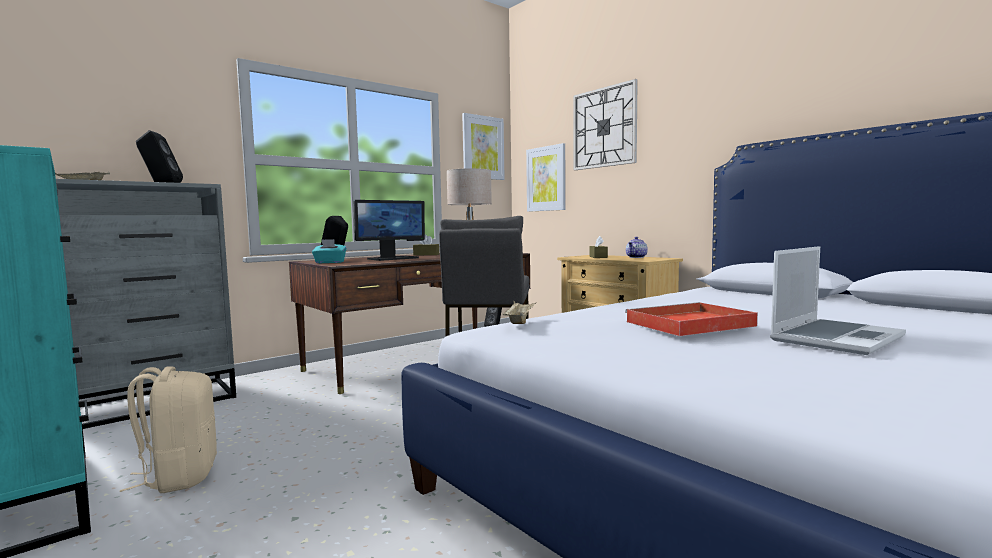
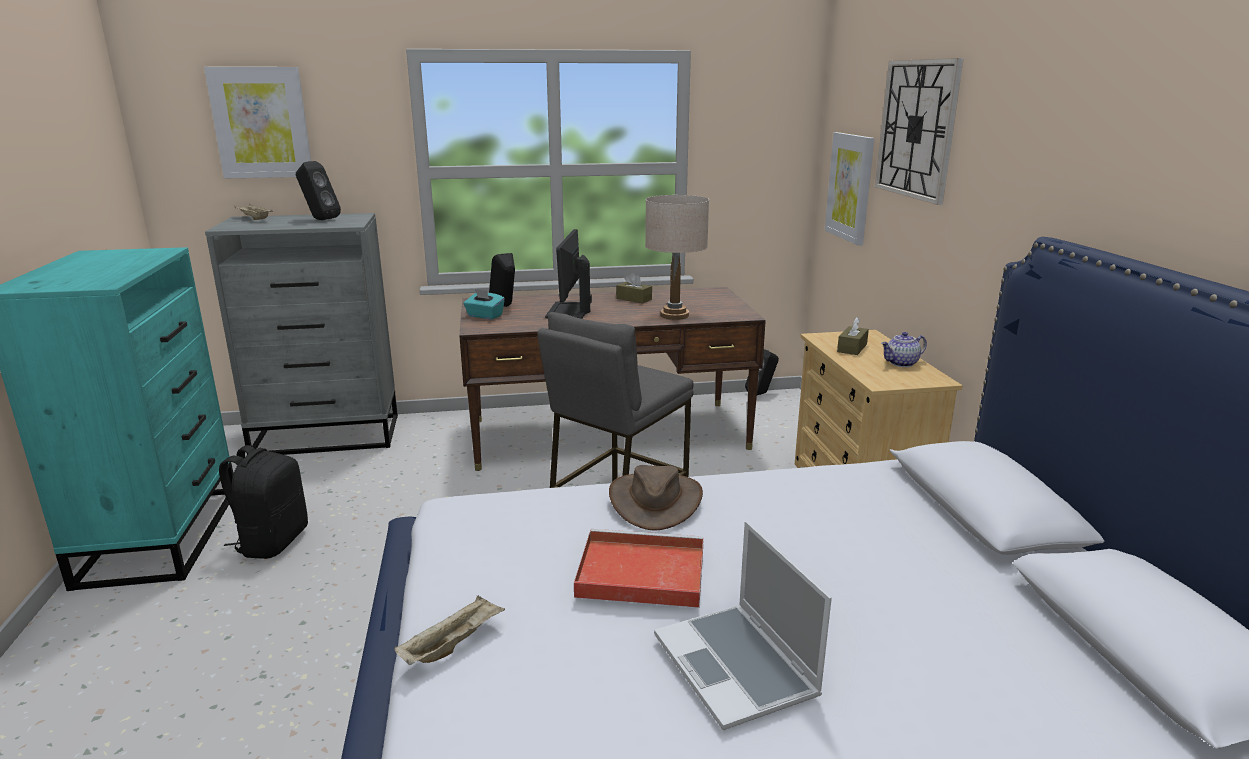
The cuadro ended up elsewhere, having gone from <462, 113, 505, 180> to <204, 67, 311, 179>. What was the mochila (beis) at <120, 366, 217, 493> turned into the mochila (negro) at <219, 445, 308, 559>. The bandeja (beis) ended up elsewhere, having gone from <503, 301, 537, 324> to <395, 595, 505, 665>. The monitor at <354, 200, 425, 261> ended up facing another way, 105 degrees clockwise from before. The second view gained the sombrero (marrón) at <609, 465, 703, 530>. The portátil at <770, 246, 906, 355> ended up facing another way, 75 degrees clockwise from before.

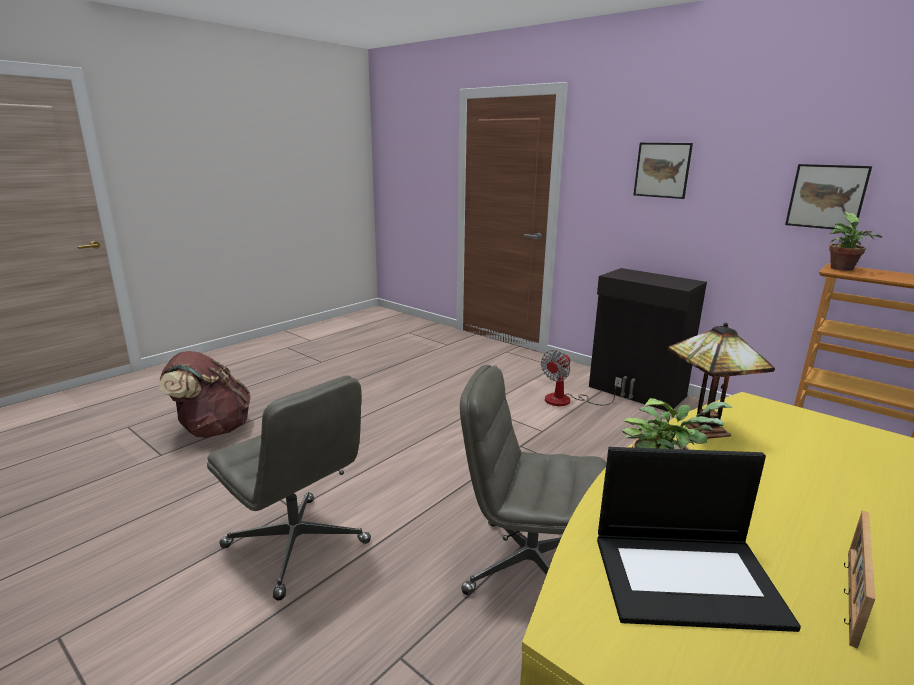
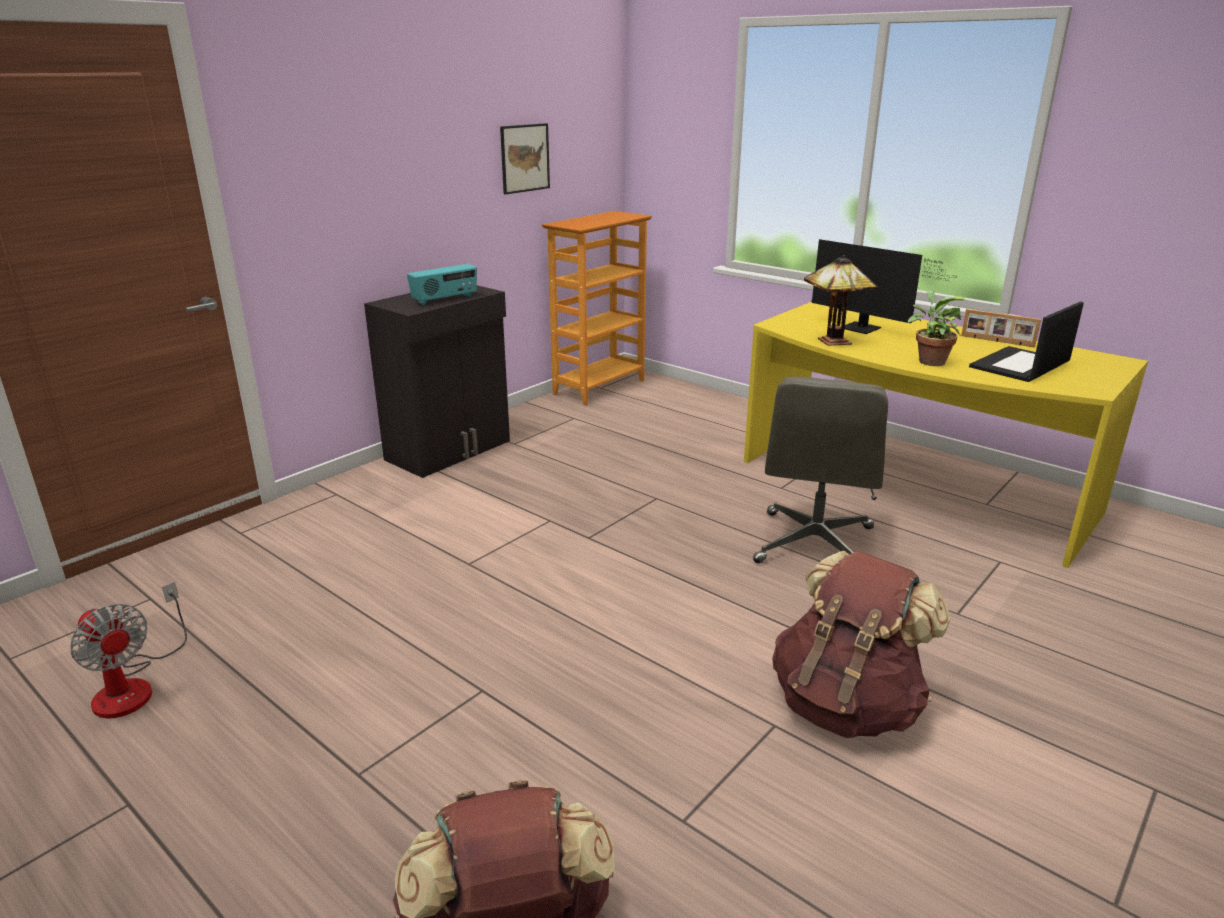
The ventilador ended up elsewhere, having gone from <541, 350, 622, 406> to <70, 582, 187, 719>. The second view gained the radio at <407, 264, 477, 306>. Where the silla de oficina (gris) stood at <207, 375, 371, 601>, the mochila (marrón) came to stand at <772, 551, 950, 738>. The second view gained the monitor at <811, 239, 956, 334>. The portátil at <597, 447, 801, 632> ended up facing another way, 135 degrees counterclockwise from before. The second view lost the cuadro at <634, 143, 693, 199>. The second view lost the planta en maceta at <829, 212, 882, 271>.

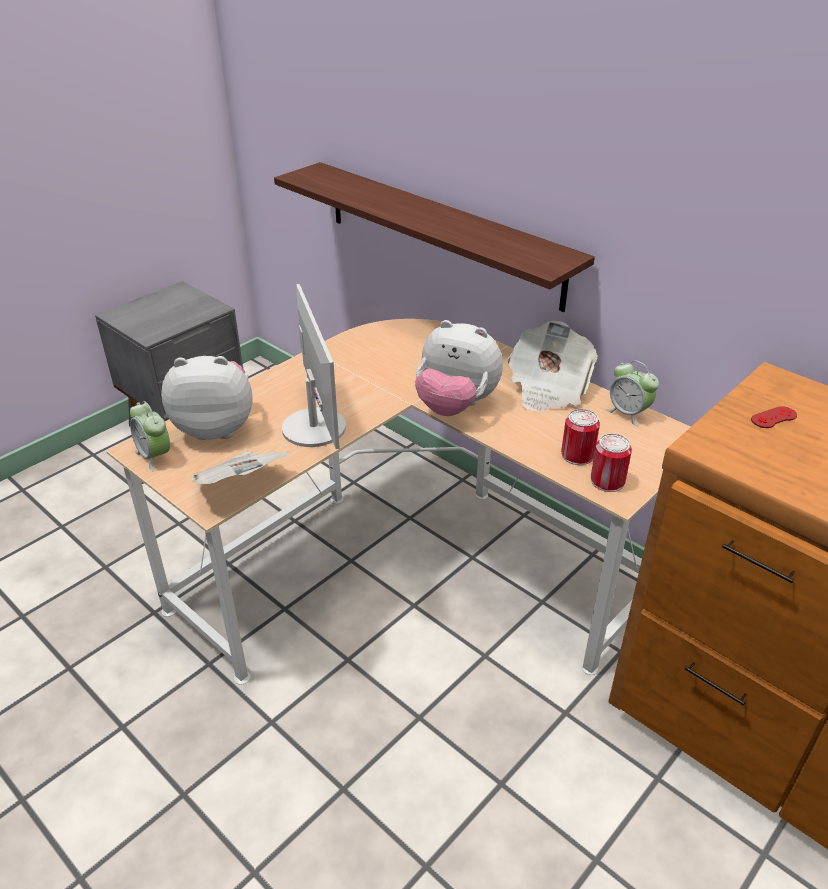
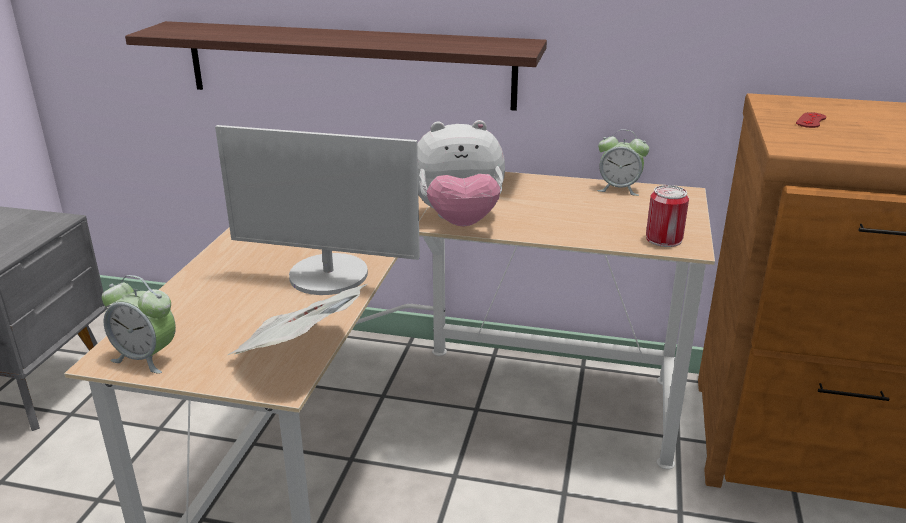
The monitor at <282, 284, 346, 449> ended up facing another way, 150 degrees clockwise from before. The second view lost the peluche at <161, 356, 253, 440>. The second view lost the periódico at <508, 321, 597, 411>. The second view lost the lata at <561, 409, 600, 465>.

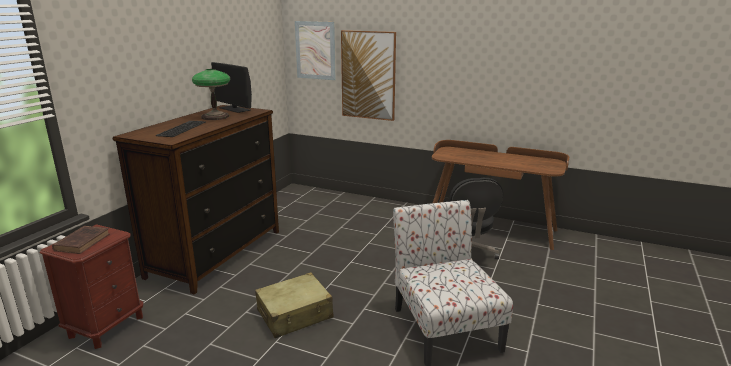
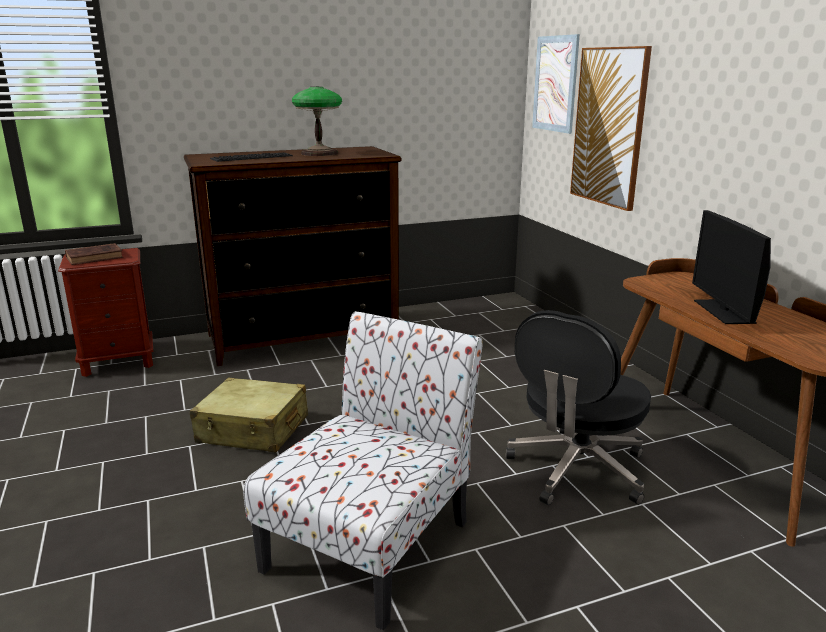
The monitor ended up elsewhere, having gone from <211, 62, 252, 113> to <692, 210, 771, 324>.

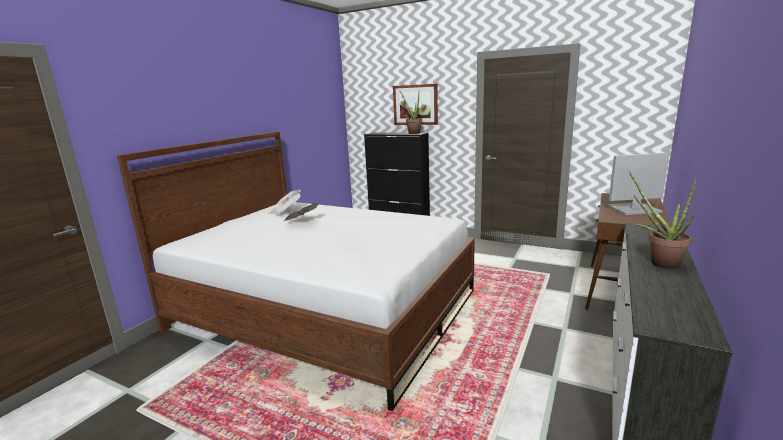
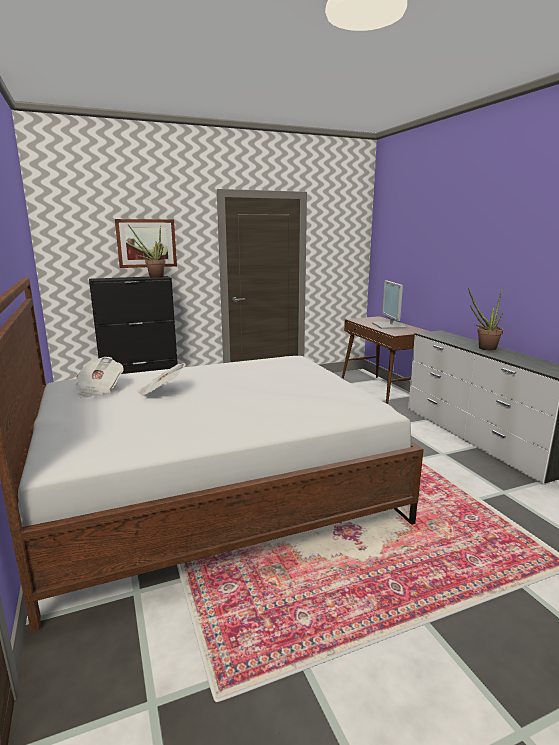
The monitor at <606, 153, 670, 215> ended up facing another way, 45 degrees counterclockwise from before.

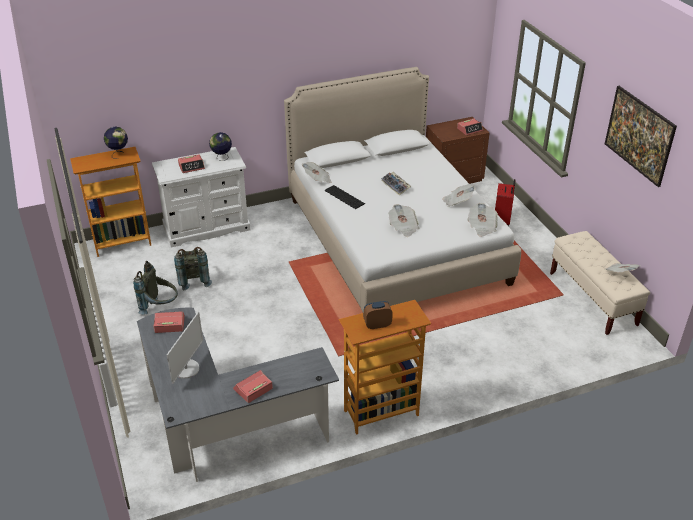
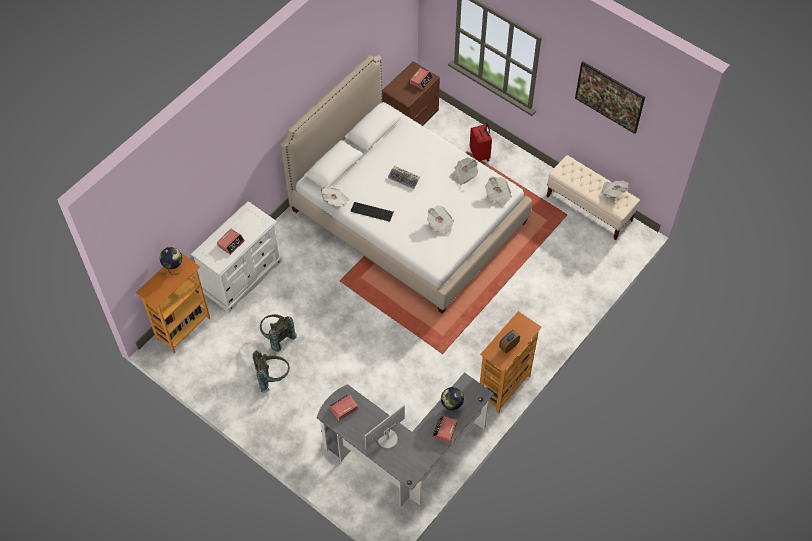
The monitor at <167, 312, 203, 384> ended up facing another way, 120 degrees counterclockwise from before. The globo terráqueo ended up elsewhere, having gone from <209, 132, 232, 161> to <441, 387, 464, 411>.

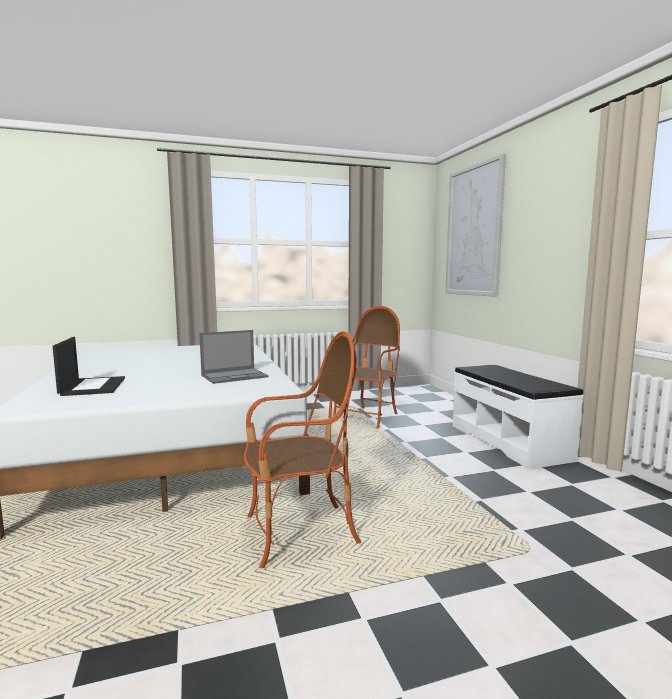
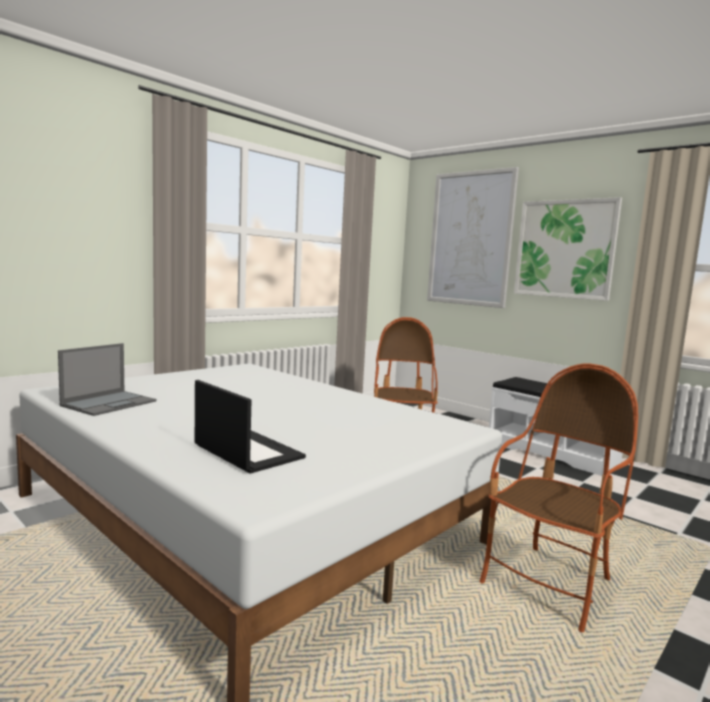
The portátil ended up elsewhere, having gone from <199, 330, 269, 384> to <58, 343, 156, 416>. The second view gained the cuadro at <514, 197, 622, 301>.

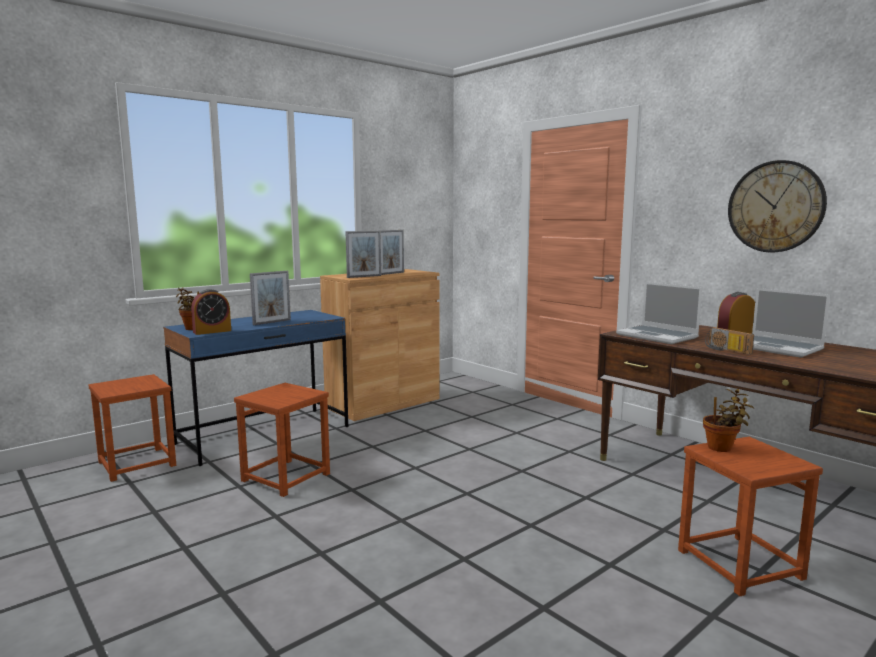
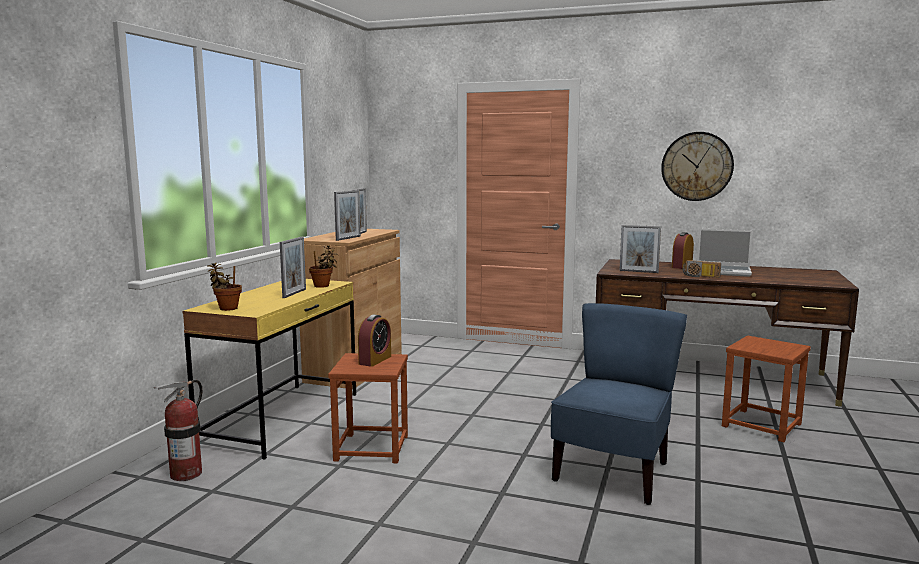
Where the taburete (marrón) stood at <88, 374, 176, 482>, the extintor came to stand at <154, 380, 202, 481>. What was the escritorio (azul) at <163, 310, 348, 466> turned into the escritorio (amarillo) at <182, 279, 356, 459>. The planta en maceta ended up elsewhere, having gone from <703, 389, 754, 452> to <309, 245, 338, 288>. The despertador ended up elsewhere, having gone from <191, 289, 231, 335> to <358, 314, 391, 367>. The second view gained the silla (azul) at <551, 303, 687, 505>. Where the portátil stood at <616, 282, 702, 344>, the portarretratos came to stand at <619, 225, 661, 273>.

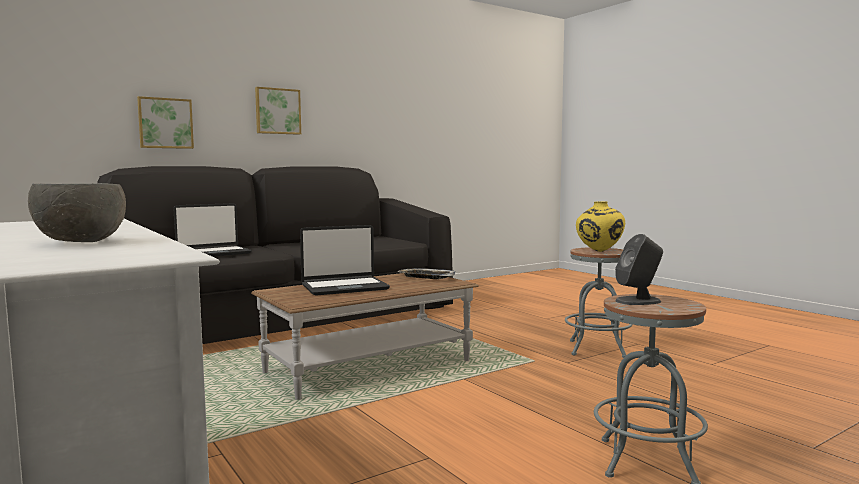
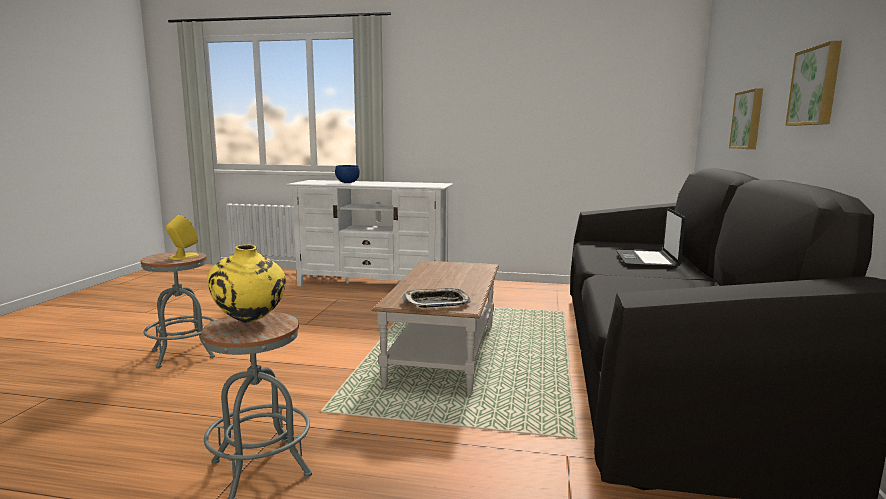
What was the altavoz (gris) at <615, 234, 663, 305> turned into the altavoz (amarillo) at <166, 215, 199, 260>. What was the cuenco (gris) at <28, 183, 126, 242> turned into the cuenco (azul) at <335, 165, 360, 183>. The second view lost the portátil at <300, 225, 390, 295>.

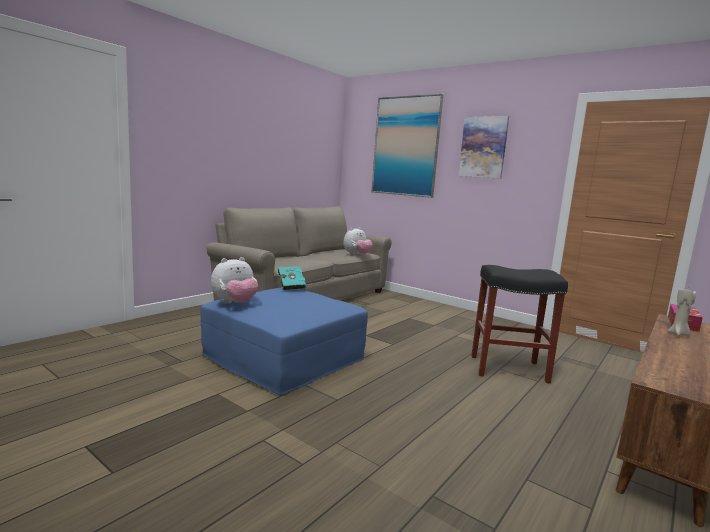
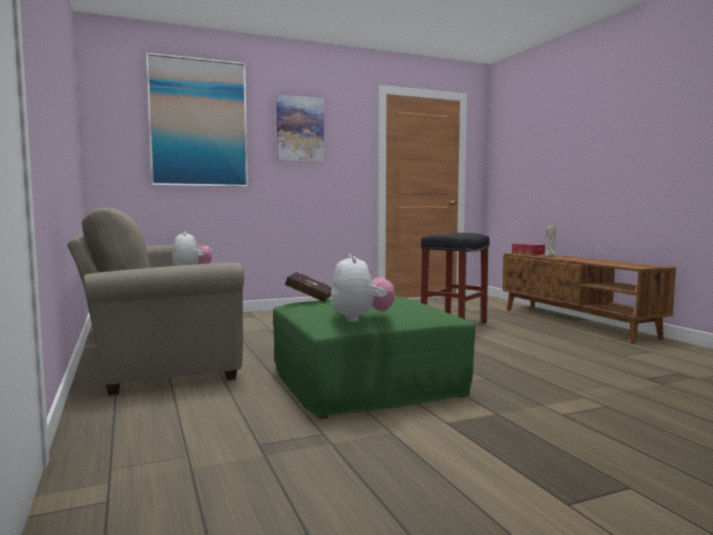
What was the puf (azul) at <201, 287, 368, 395> turned into the puf (verde) at <273, 297, 475, 419>. What was the libro (turquesa) at <278, 266, 306, 291> turned into the libro (rojo) at <284, 272, 332, 302>.

